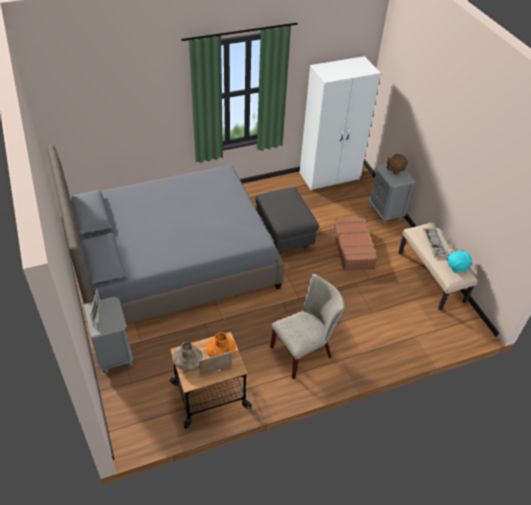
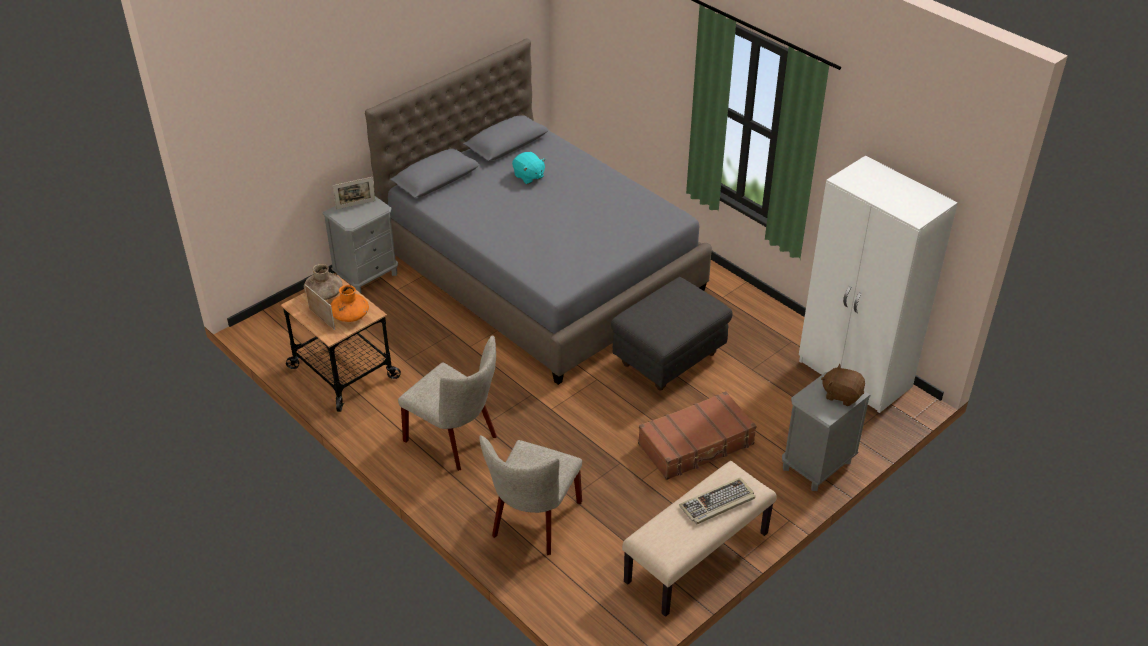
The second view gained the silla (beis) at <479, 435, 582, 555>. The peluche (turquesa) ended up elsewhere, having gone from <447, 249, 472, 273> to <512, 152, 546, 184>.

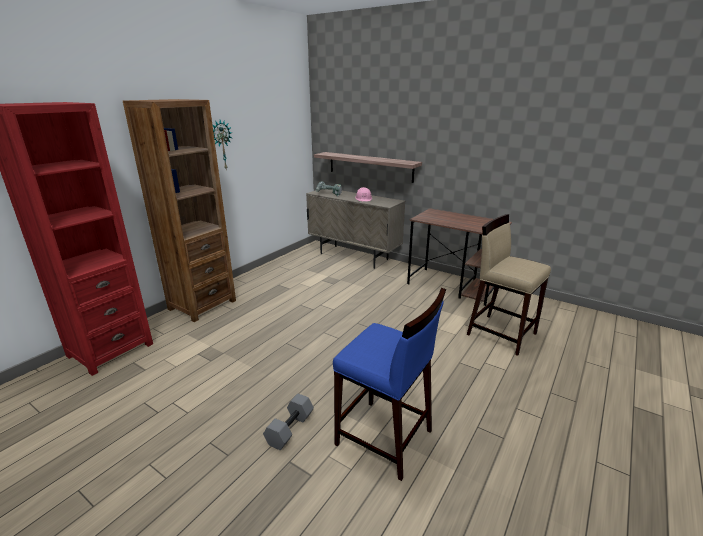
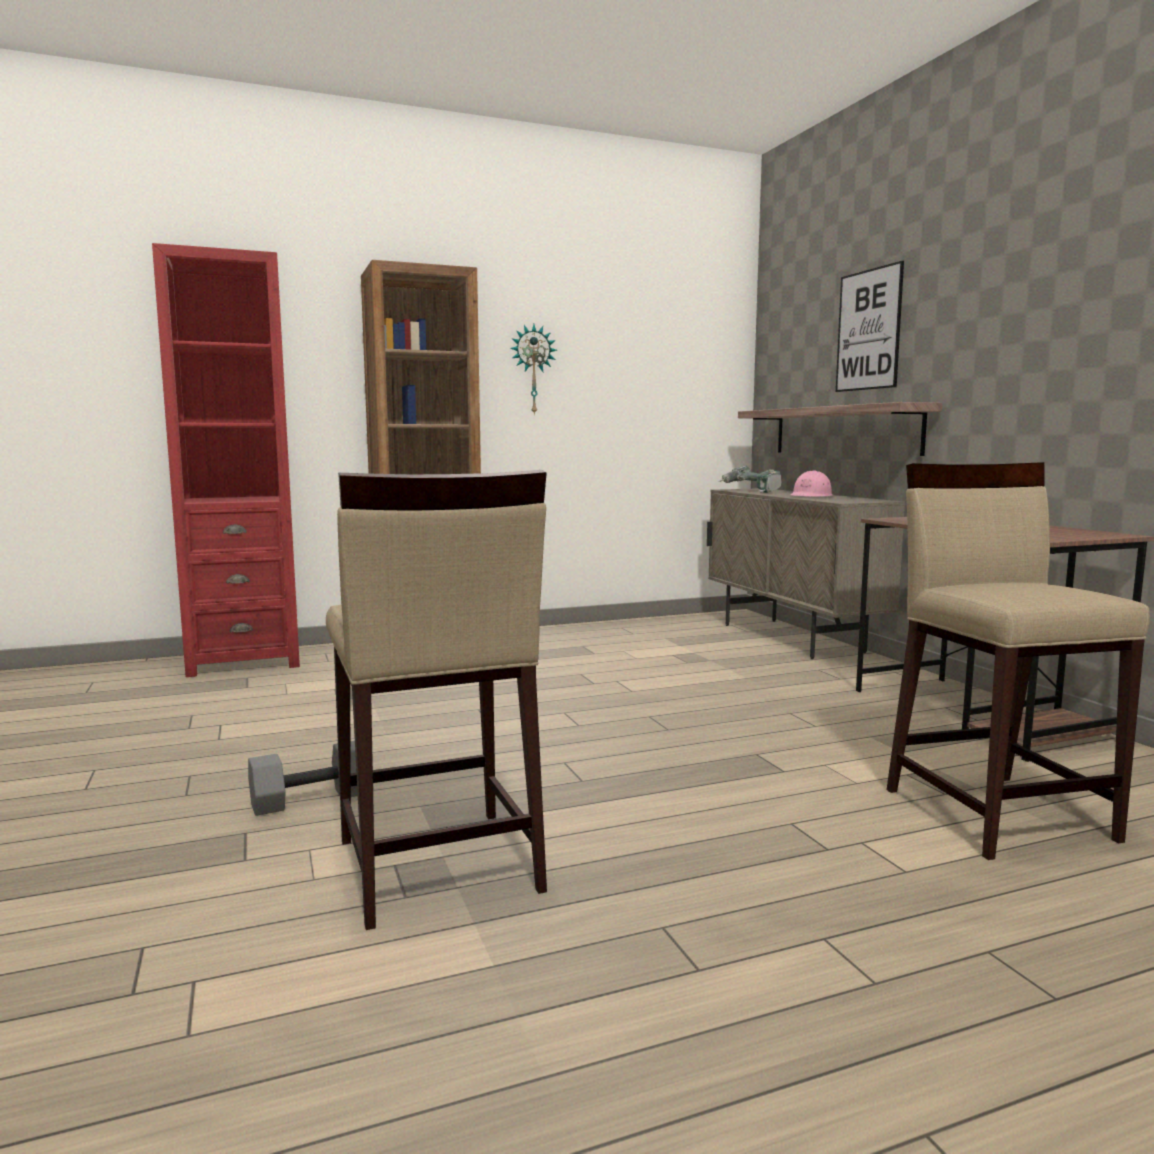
What was the taburete (azul) at <333, 287, 446, 481> turned into the taburete (beis) at <326, 470, 547, 930>. The second view gained the cuadro at <836, 261, 904, 392>.

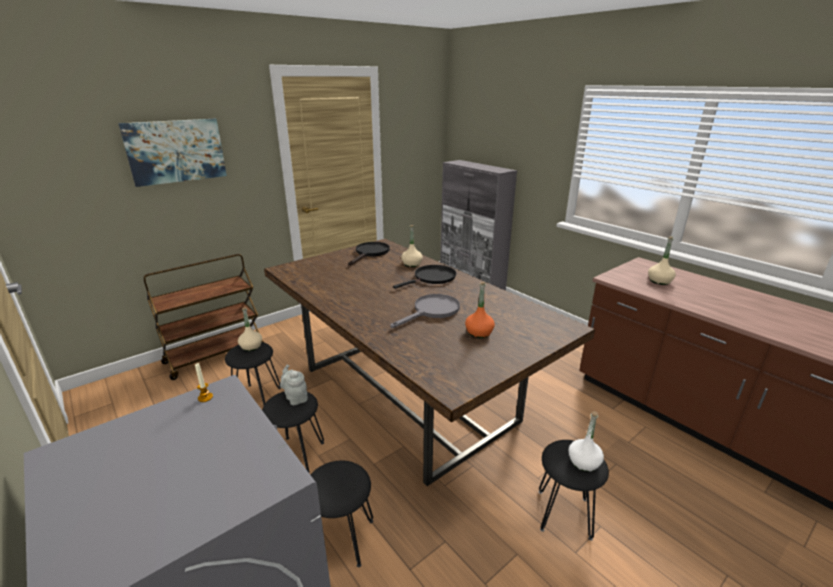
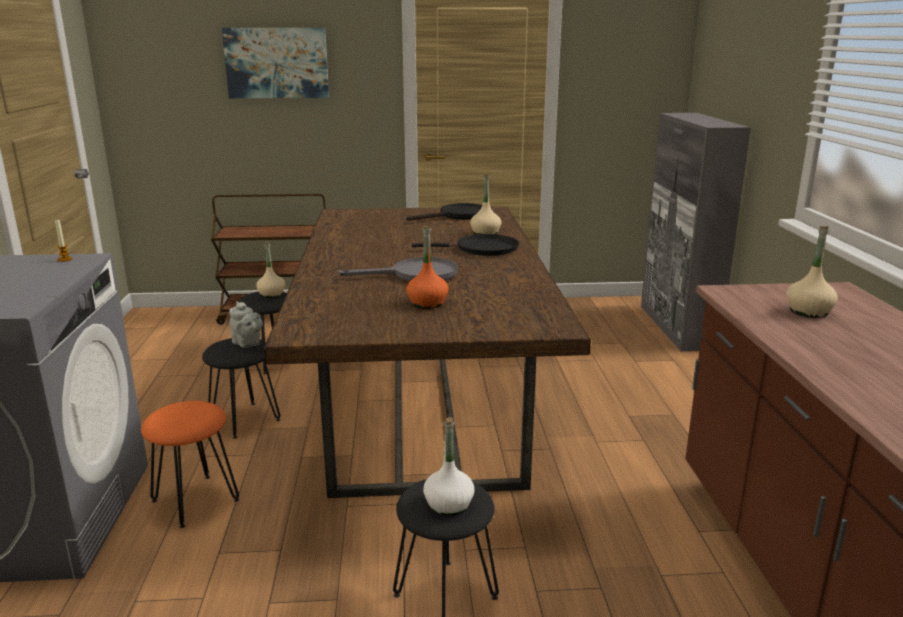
What was the taburete (negro) at <310, 461, 373, 568> turned into the taburete (naranja) at <141, 401, 239, 528>. The tetera (gris) at <280, 365, 308, 405> ended up facing another way, 135 degrees clockwise from before.

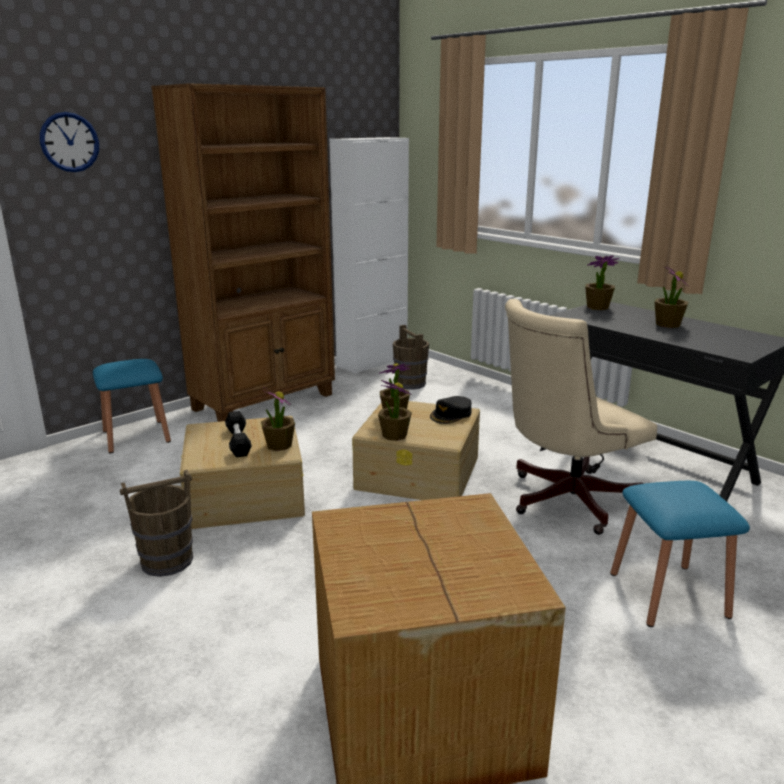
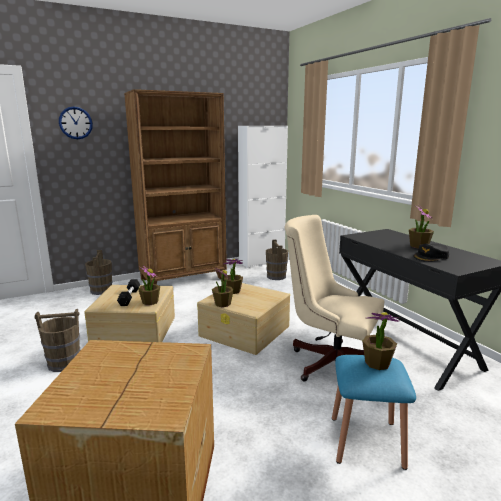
Where the taburete (azul) stood at <93, 359, 171, 453>, the cubo (marrón) came to stand at <85, 250, 112, 295>. The silla de oficina (beis) at <505, 299, 657, 535> ended up facing another way, 45 degrees clockwise from before. The planta en maceta ended up elsewhere, having gone from <585, 255, 620, 310> to <362, 312, 400, 370>. The gorra (negro) ended up elsewhere, having gone from <430, 396, 471, 424> to <413, 244, 449, 262>.

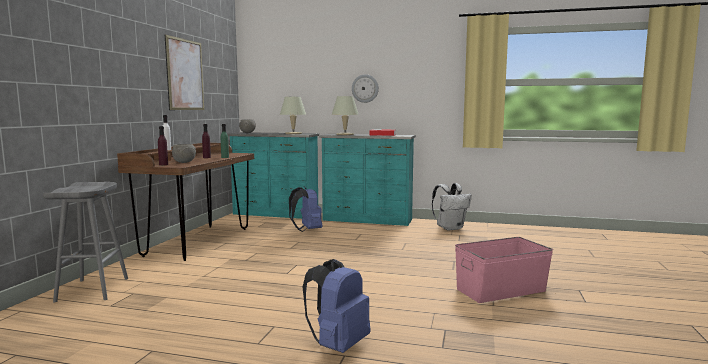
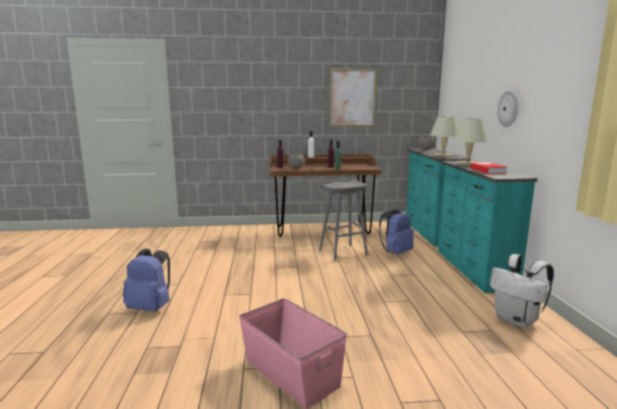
The taburete (gris) ended up elsewhere, having gone from <43, 182, 128, 302> to <319, 180, 368, 261>.

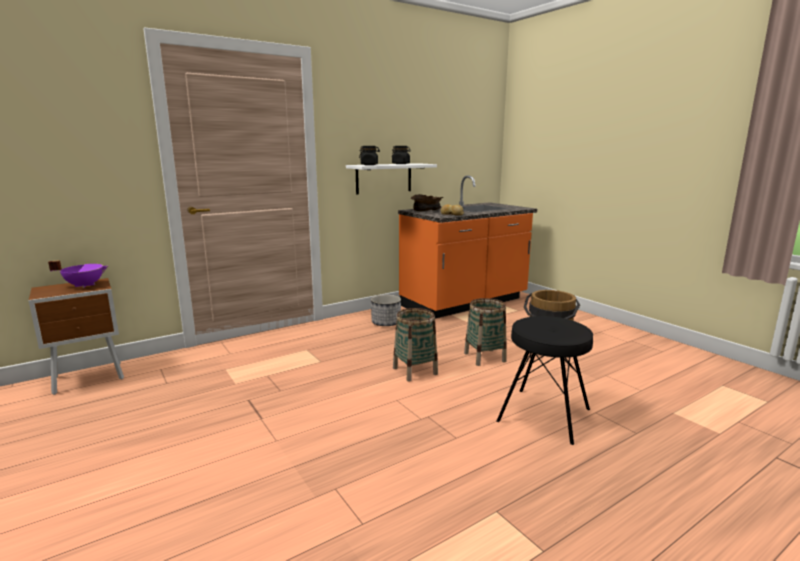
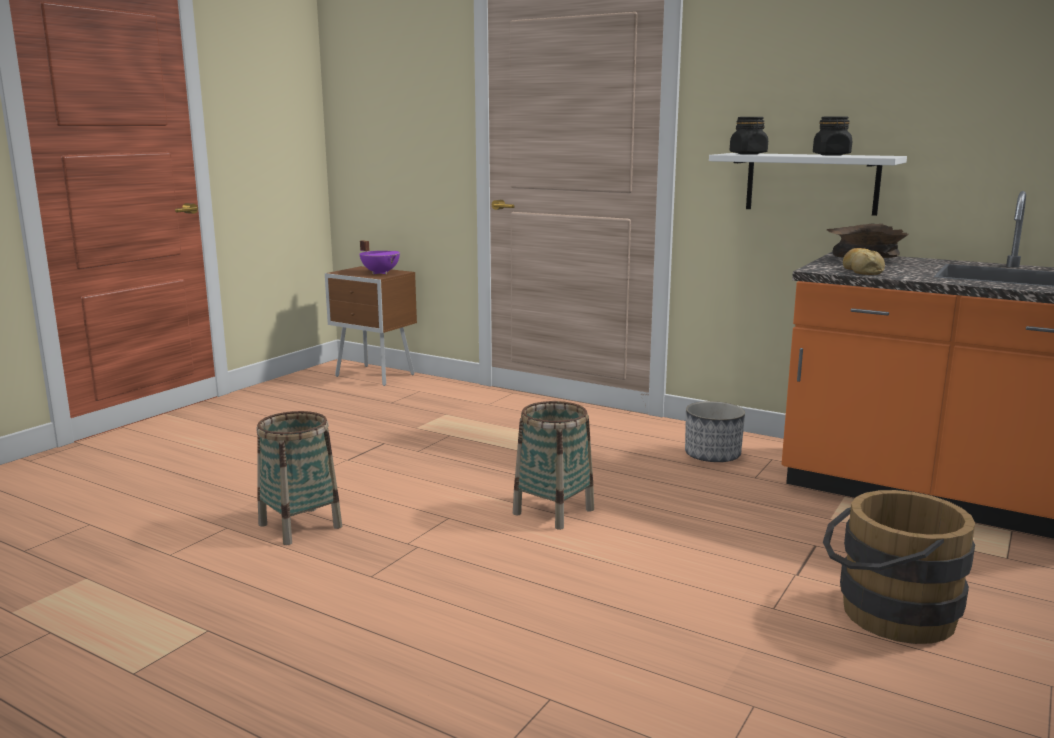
The cesta ended up elsewhere, having gone from <464, 298, 507, 366> to <256, 411, 342, 545>. The second view lost the taburete (negro) at <496, 316, 593, 445>.

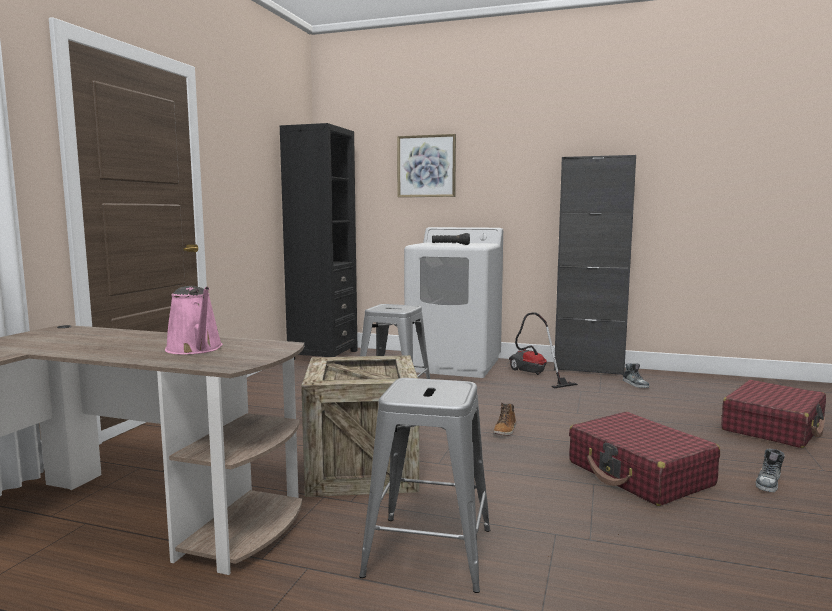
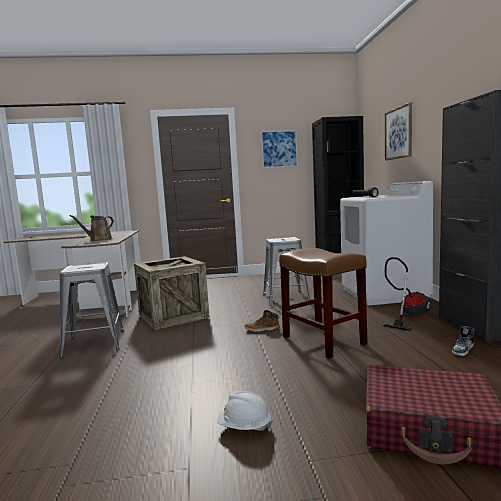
What was the regadera (rosa) at <165, 286, 223, 355> turned into the regadera (marrón) at <69, 215, 114, 241>. Where the zapato stood at <756, 449, 785, 492>, the casco (blanco) came to stand at <217, 391, 272, 431>. The second view gained the cuadro at <261, 130, 298, 168>. The second view gained the taburete (marrón) at <279, 248, 368, 359>. The second view lost the maleta (rojo) at <569, 412, 720, 506>.

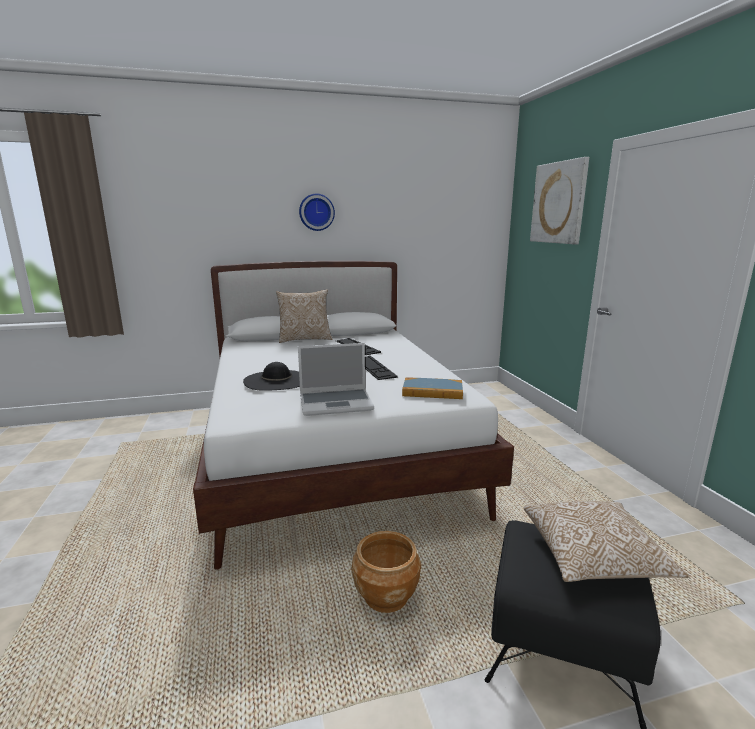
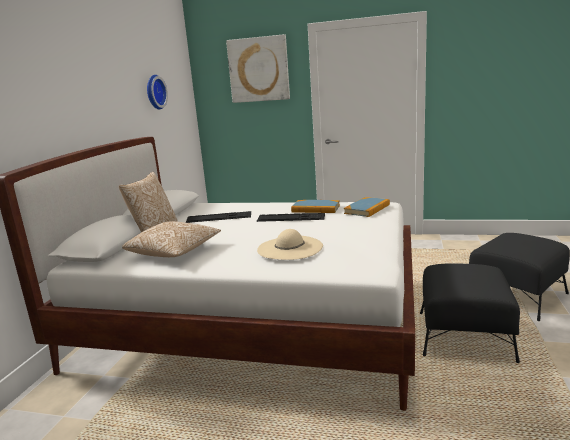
The cojín ended up elsewhere, having gone from <524, 501, 689, 582> to <122, 221, 221, 257>. The reloj de pared ended up elsewhere, having gone from <299, 193, 335, 231> to <147, 75, 168, 110>. What was the sombrero (negro) at <243, 362, 300, 391> turned into the sombrero (beis) at <257, 229, 323, 260>. The second view gained the libro at <291, 200, 340, 213>. Where the maceta (marrón) stood at <351, 531, 422, 613>, the puf (negro) came to stand at <420, 263, 520, 363>. The second view lost the portátil at <298, 343, 374, 416>.

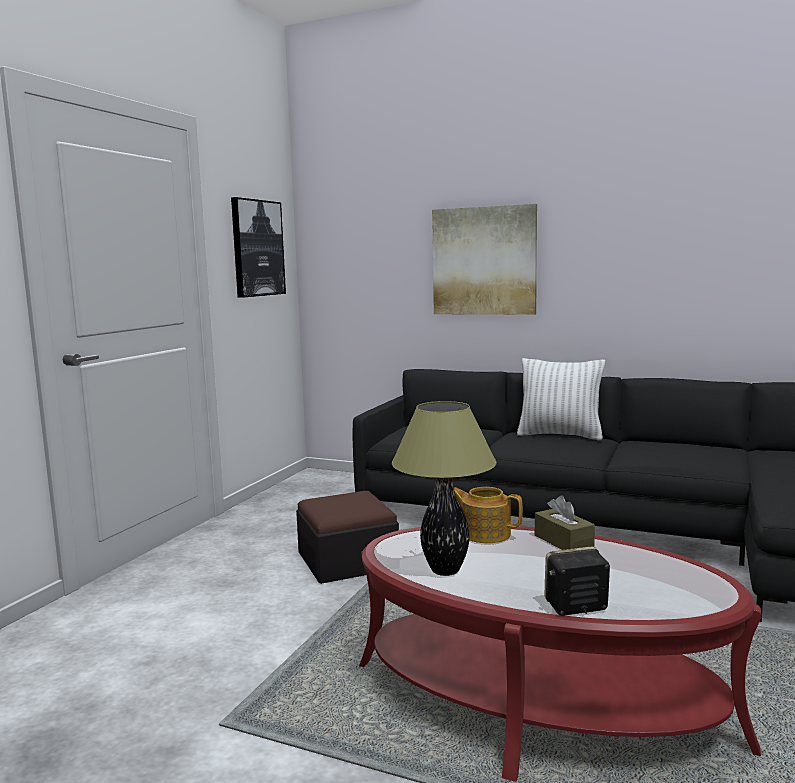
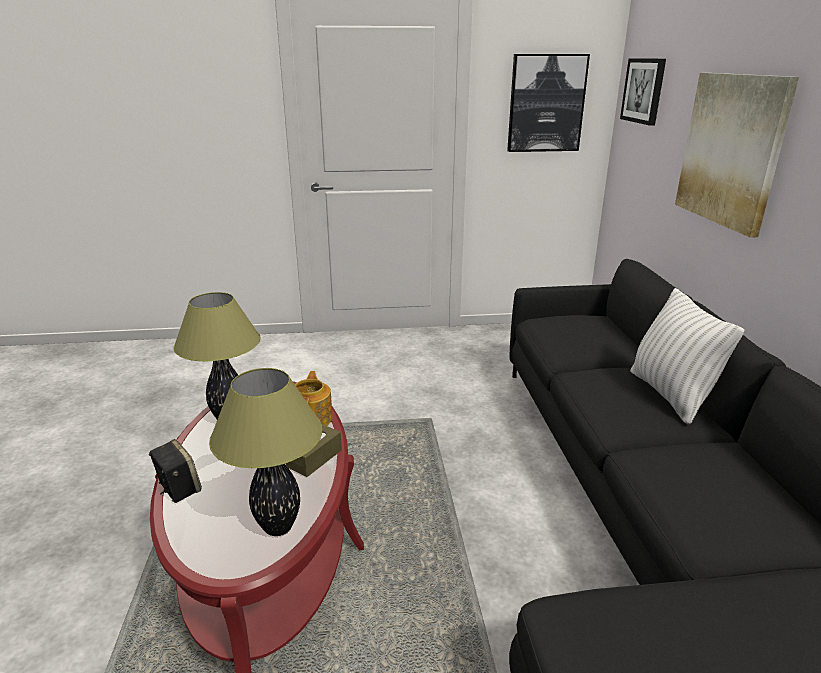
The second view gained the lámpara de mesa at <209, 368, 323, 536>. The second view gained the cuadro at <620, 58, 666, 126>. The second view lost the puf at <296, 491, 399, 584>.

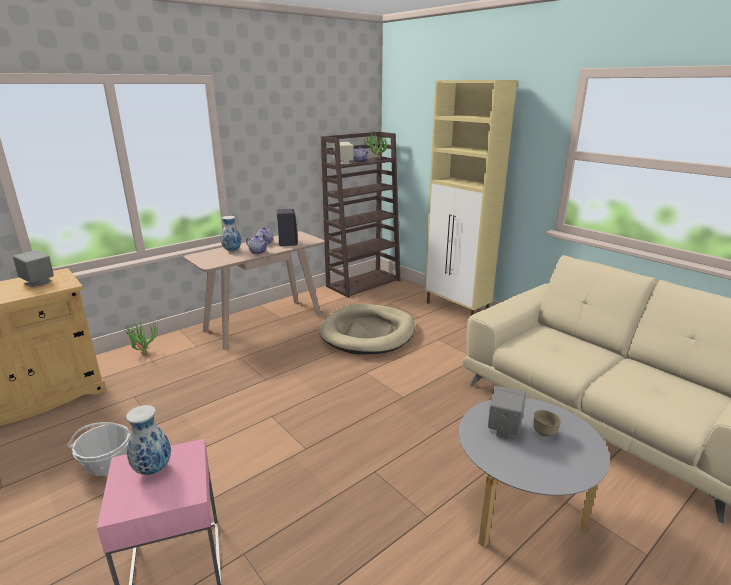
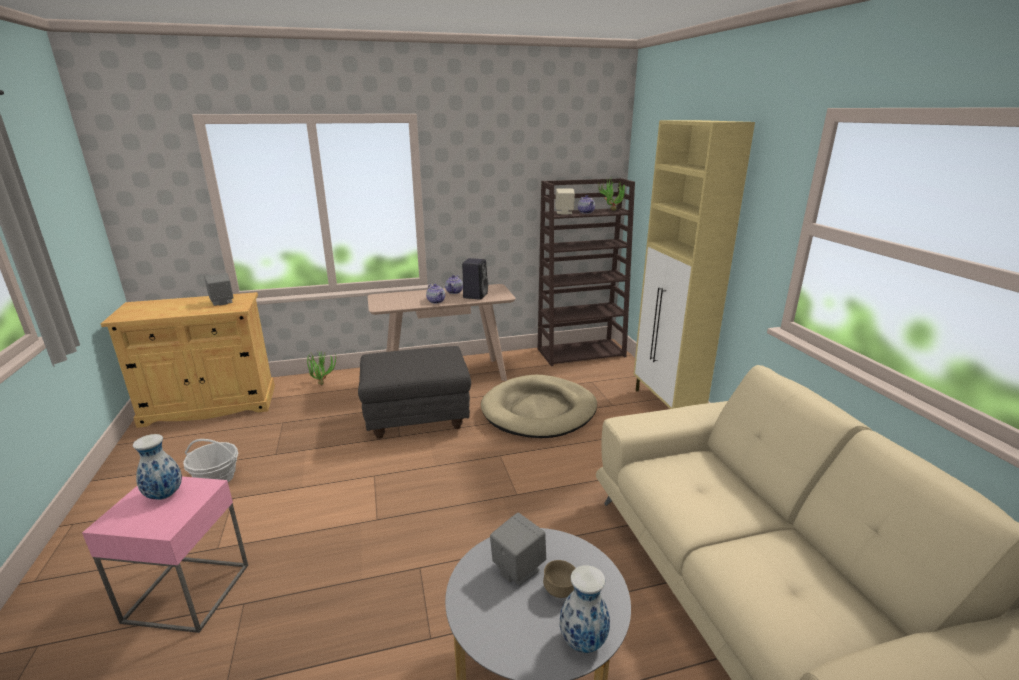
The second view gained the puf (gris) at <358, 346, 471, 439>. The florero ended up elsewhere, having gone from <221, 216, 241, 252> to <560, 565, 610, 653>.

